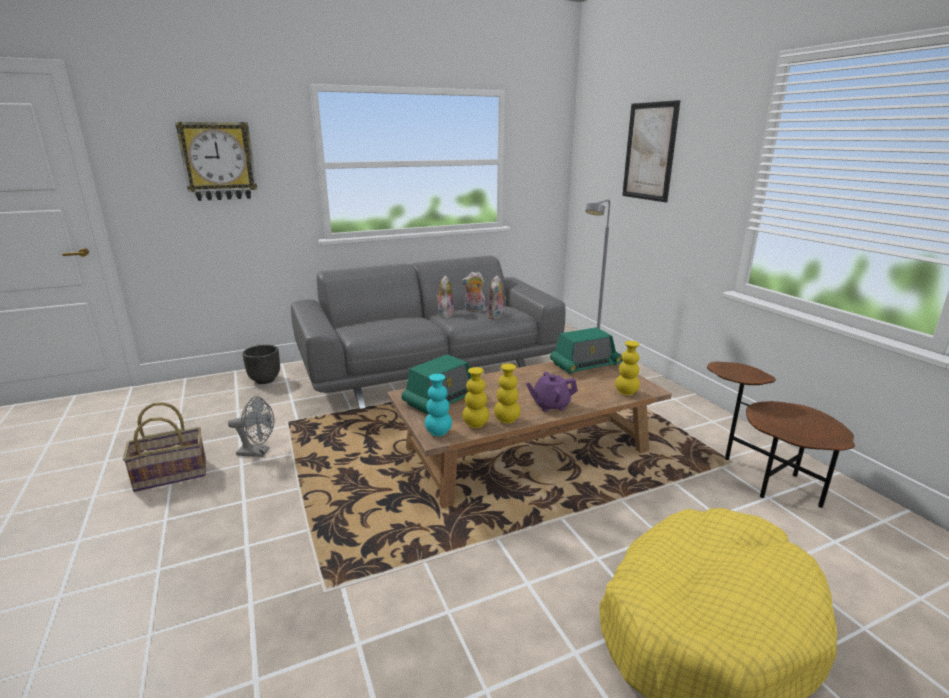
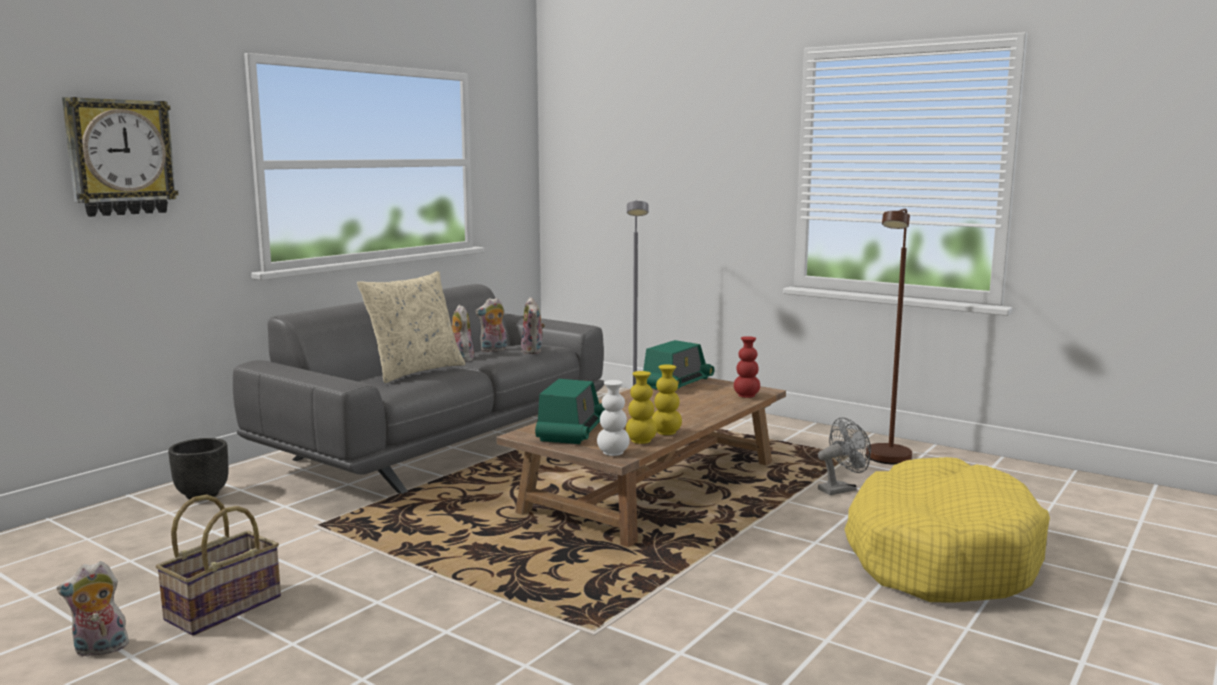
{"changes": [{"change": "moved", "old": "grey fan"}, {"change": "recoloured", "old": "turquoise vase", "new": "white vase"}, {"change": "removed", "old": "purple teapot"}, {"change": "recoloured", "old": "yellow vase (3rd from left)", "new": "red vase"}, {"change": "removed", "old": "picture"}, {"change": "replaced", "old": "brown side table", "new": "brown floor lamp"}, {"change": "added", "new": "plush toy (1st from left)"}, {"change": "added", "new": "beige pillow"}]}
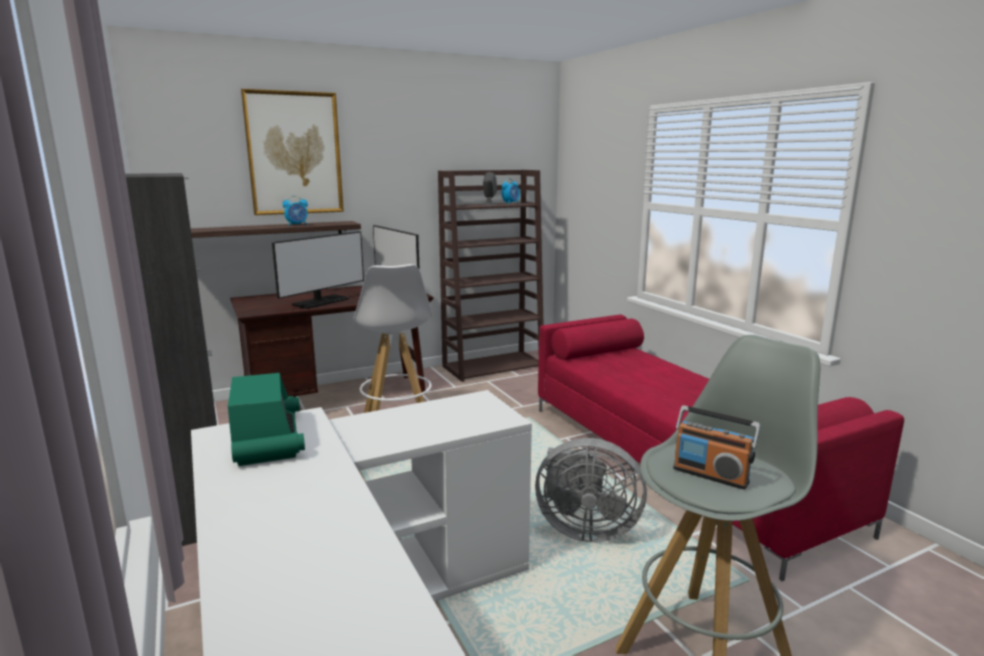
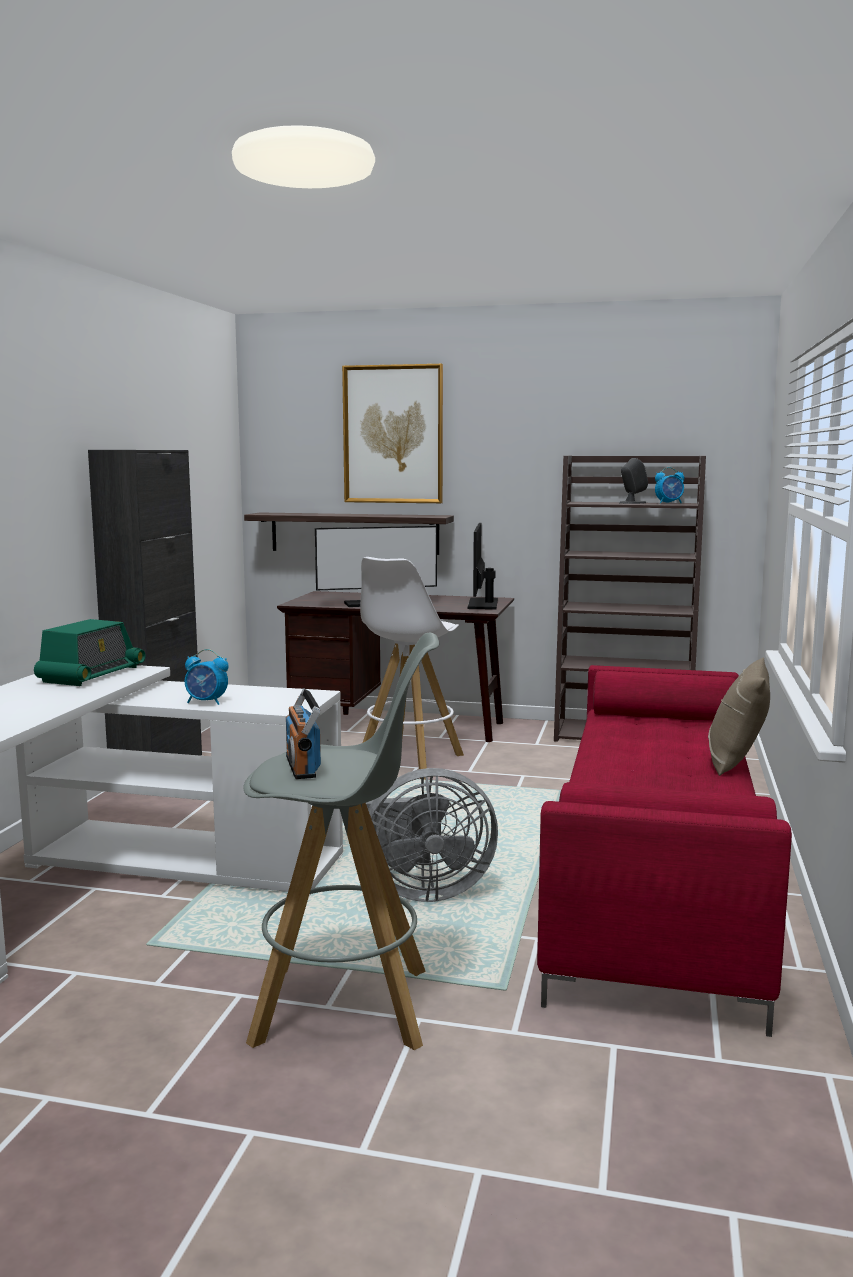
{"changes": [{"change": "moved", "old": "alarm clock (1st from left)"}, {"change": "turned", "old": "grey fan", "degrees": -60}, {"change": "added", "new": "beige pillow"}]}
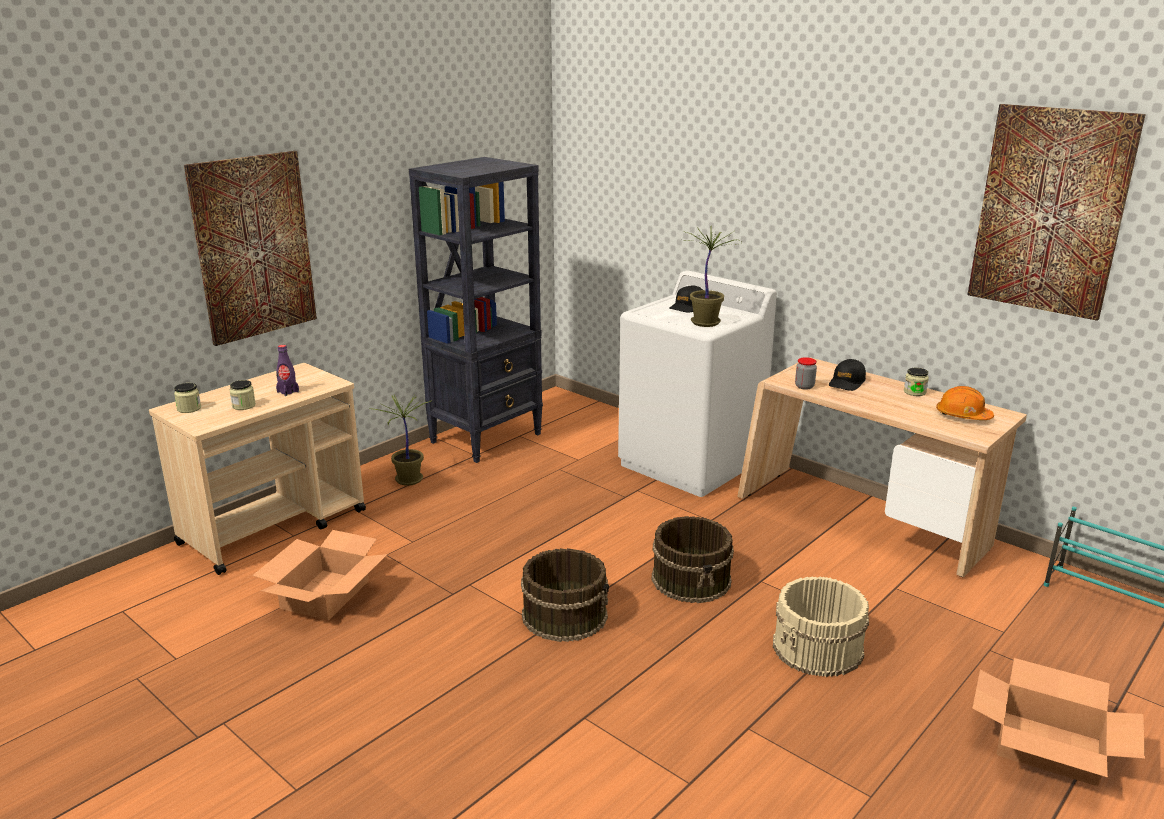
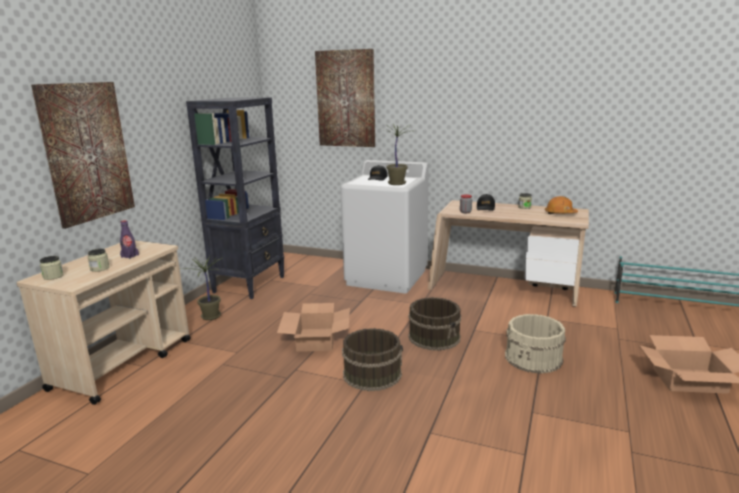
{"changes": [{"change": "moved", "old": "cardboard box (1st from left)"}, {"change": "moved", "old": "picture (2nd from left)"}]}
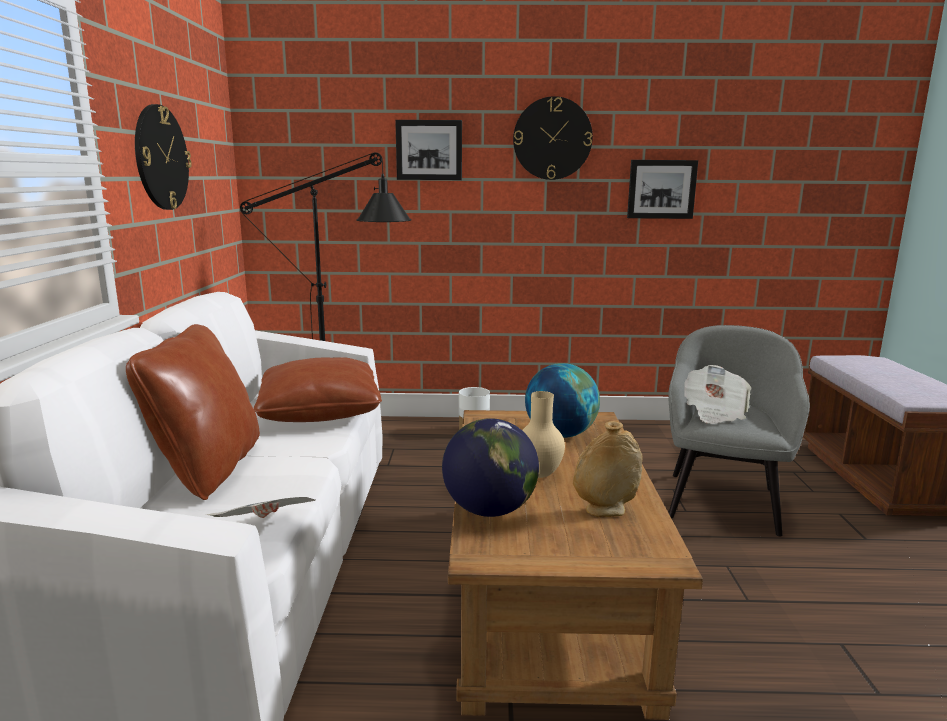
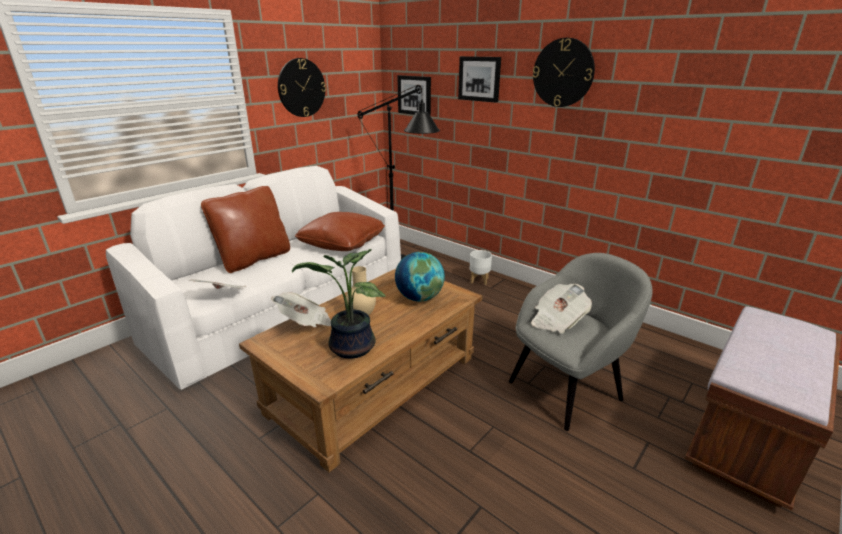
{"changes": [{"change": "replaced", "old": "globe (1st from left)", "new": "newspaper (2nd from left)"}, {"change": "replaced", "old": "beige vase (2nd from left)", "new": "potted plant"}, {"change": "moved", "old": "picture (2nd from left in the first image)", "new": "picture (1st from left)"}]}
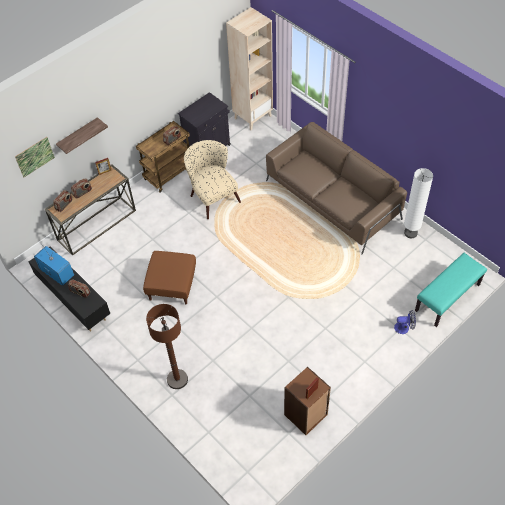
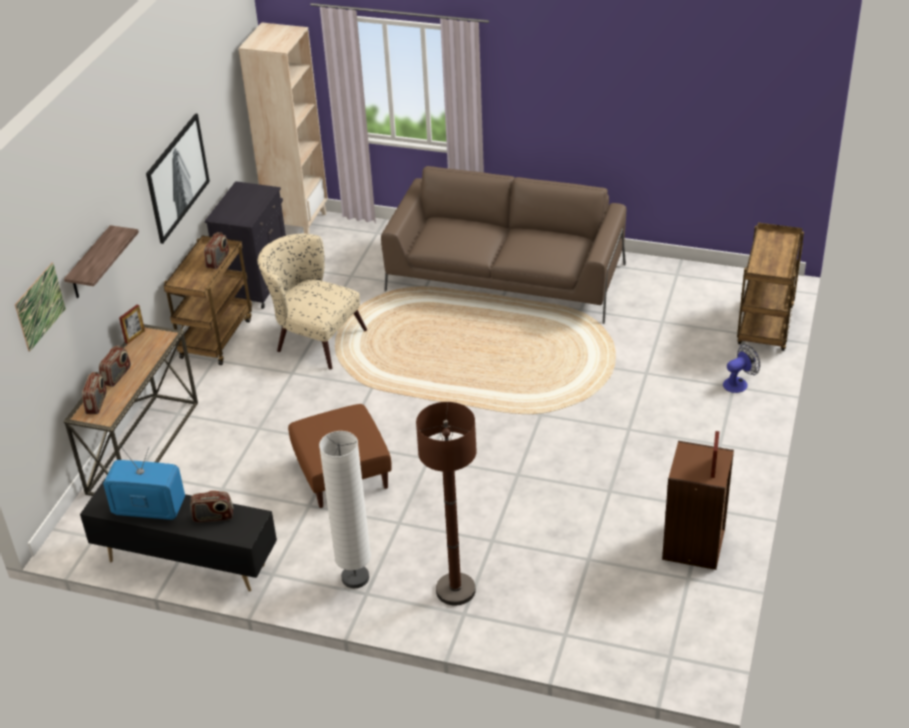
{"changes": [{"change": "moved", "old": "white floor lamp"}, {"change": "replaced", "old": "turquoise bench", "new": "brown cart (2nd from left)"}, {"change": "added", "new": "picture (2nd from left)"}]}
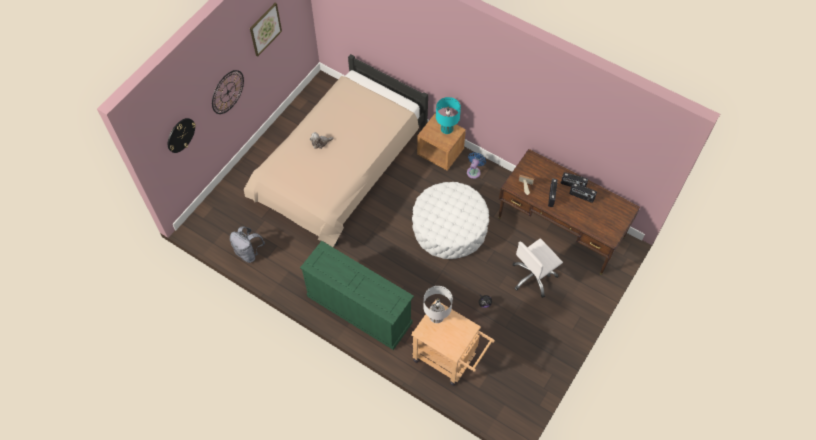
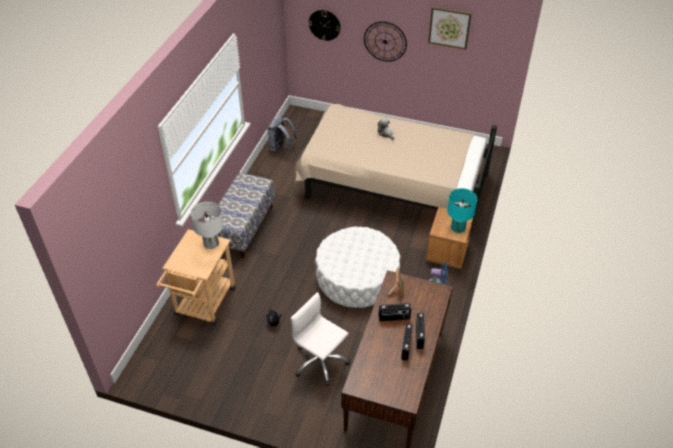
{"changes": [{"change": "replaced", "old": "green dresser", "new": "bench"}]}
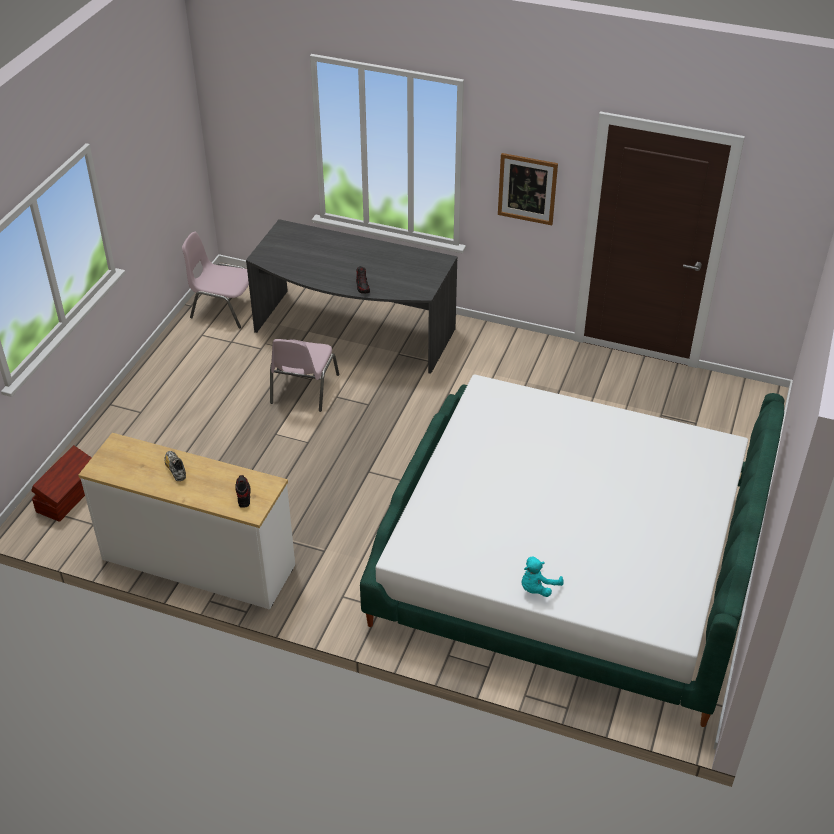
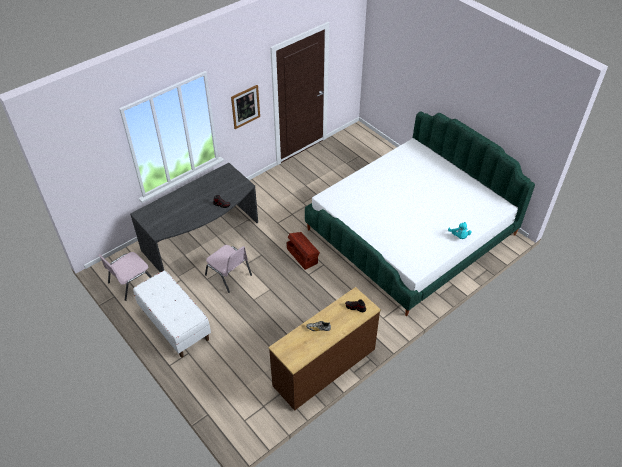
{"changes": [{"change": "moved", "old": "brown storage box"}, {"change": "recoloured", "old": "white dresser", "new": "brown dresser"}, {"change": "added", "new": "white bench"}]}
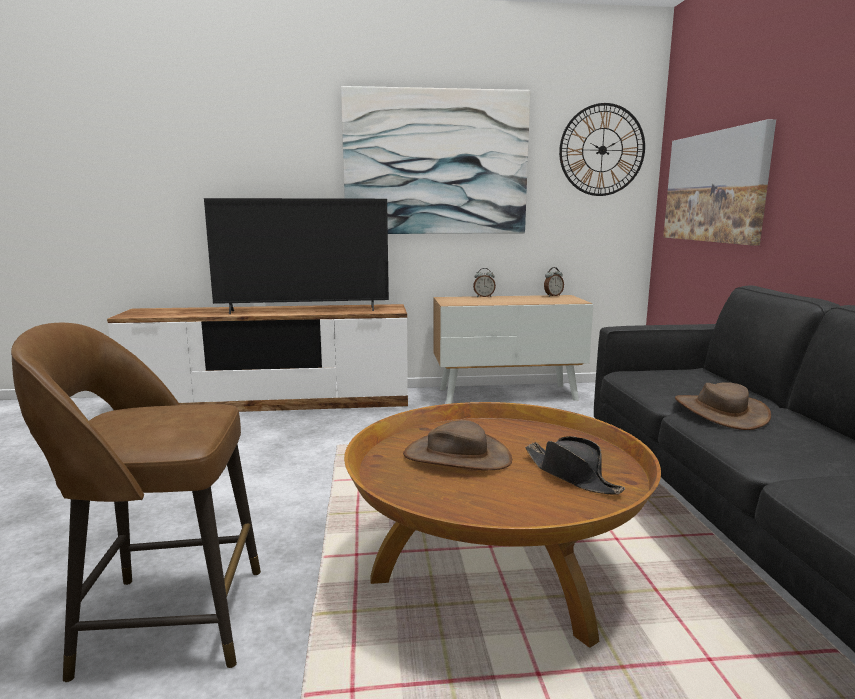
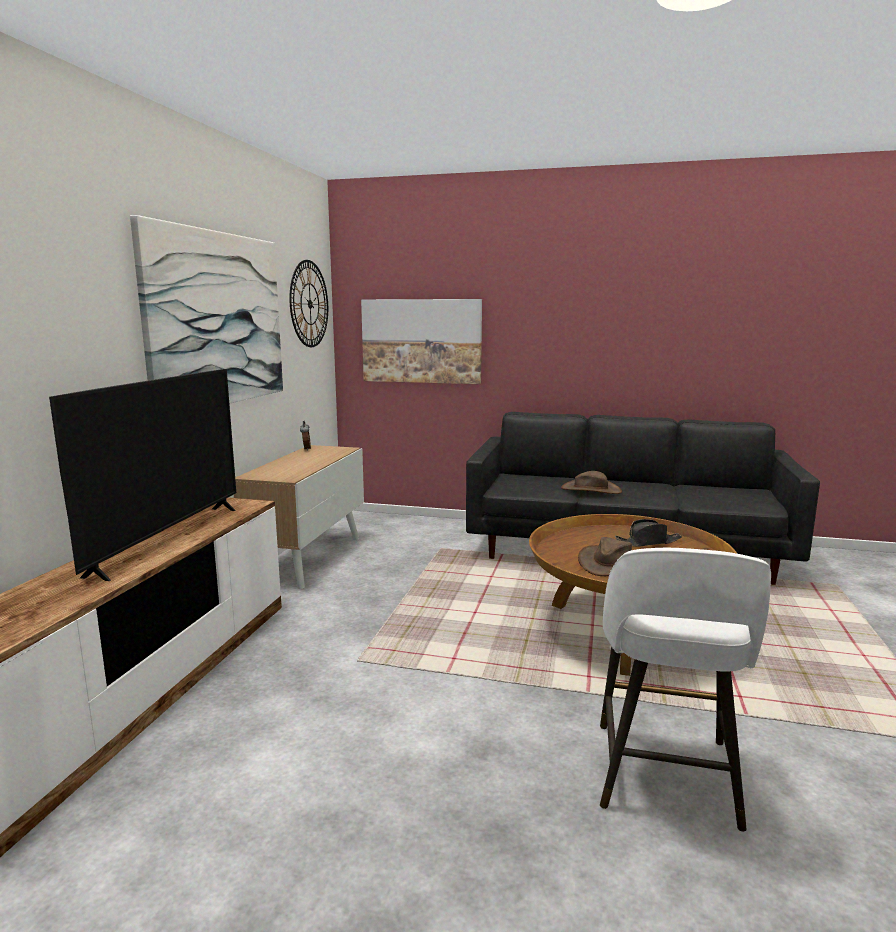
{"changes": [{"change": "recoloured", "old": "brown stool", "new": "white stool"}, {"change": "removed", "old": "alarm clock (1st from left)"}]}
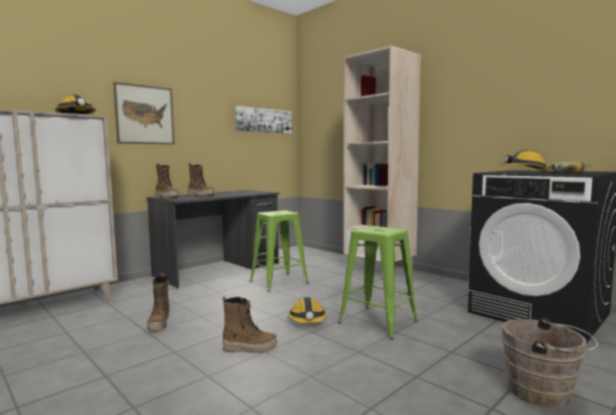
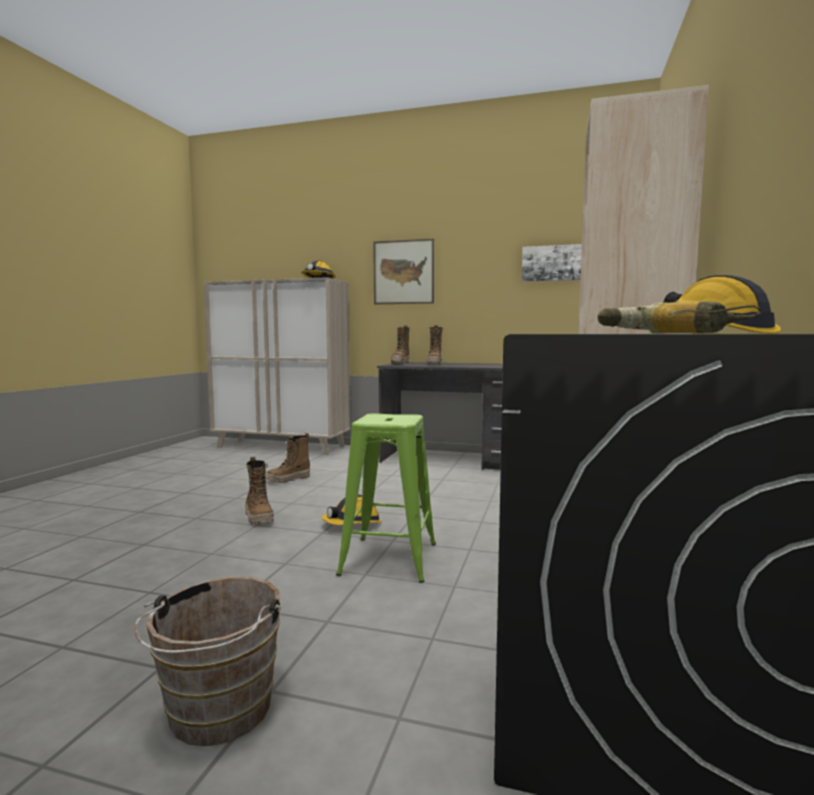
{"changes": [{"change": "removed", "old": "green stool (1st from left)"}]}
